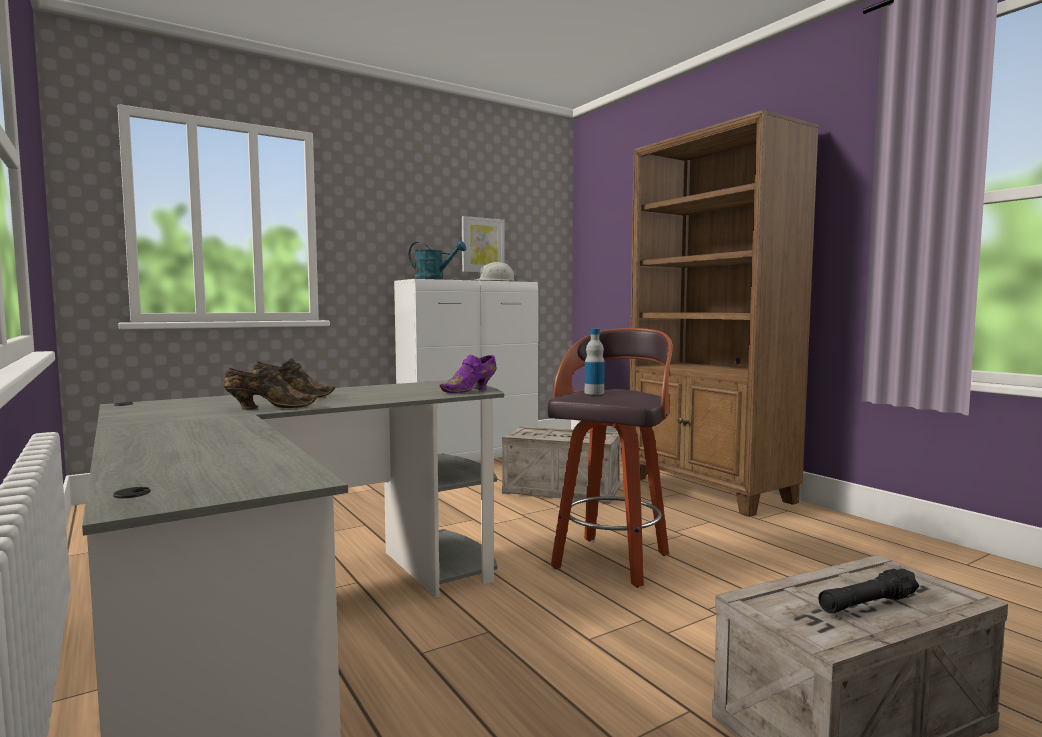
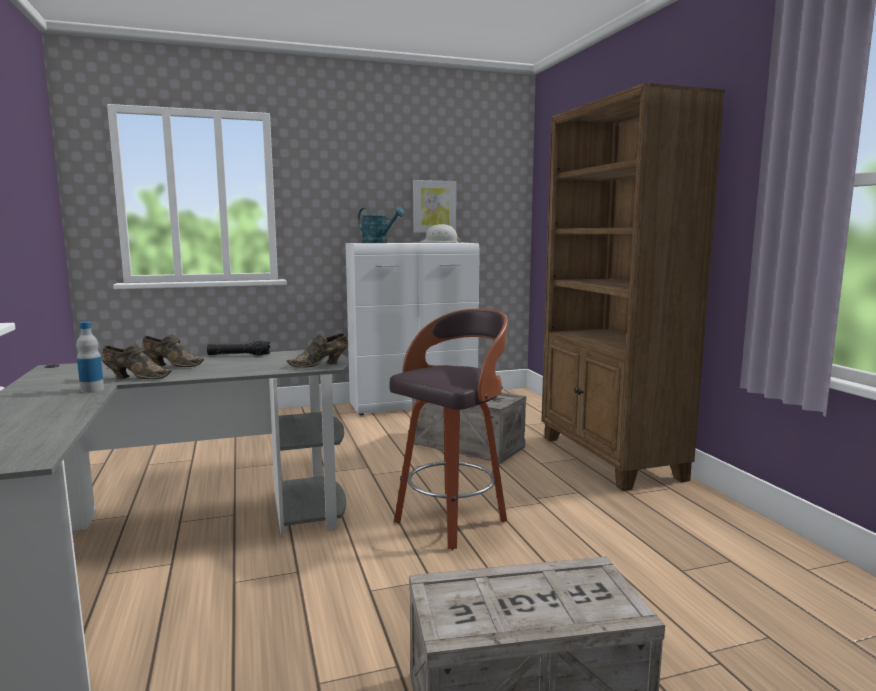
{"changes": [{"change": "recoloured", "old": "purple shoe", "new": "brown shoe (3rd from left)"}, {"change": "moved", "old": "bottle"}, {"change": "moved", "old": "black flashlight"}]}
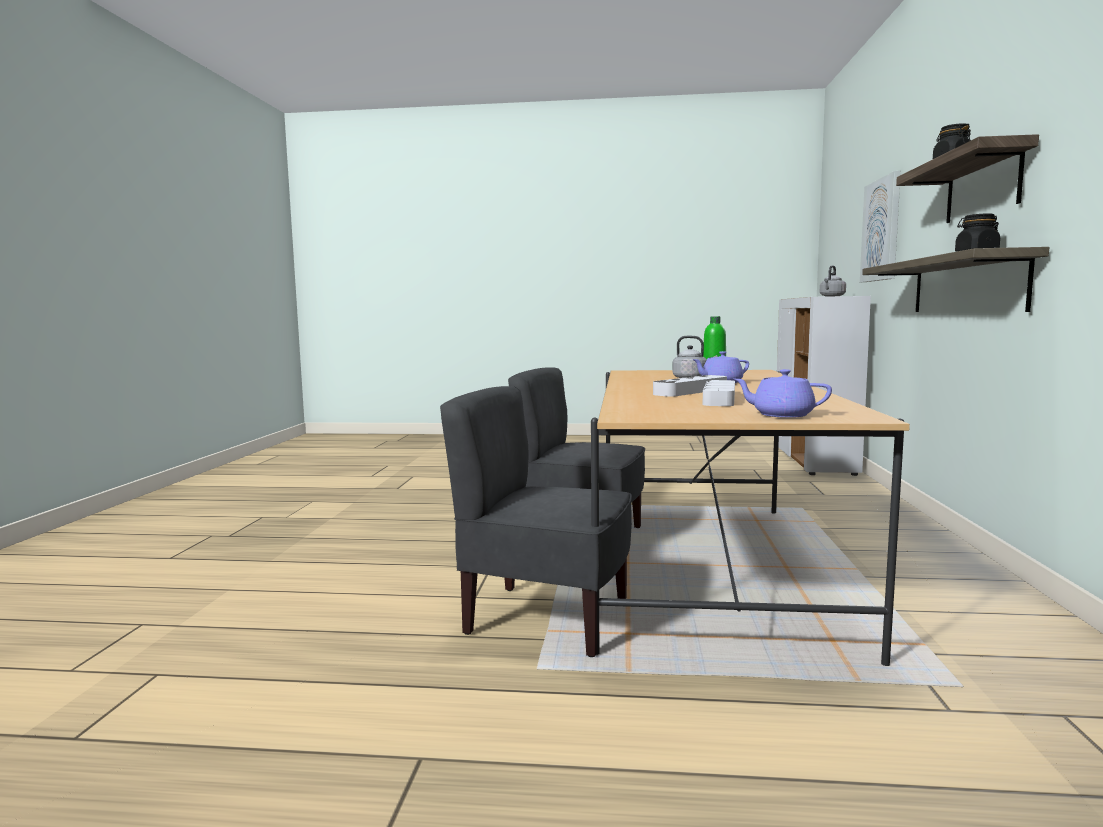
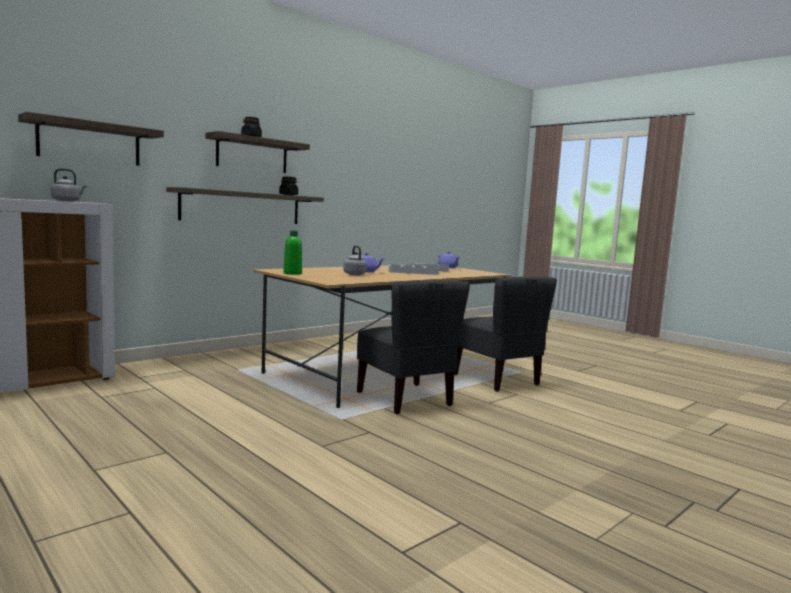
{"changes": [{"change": "replaced", "old": "picture", "new": "shelf (1st from left)"}]}
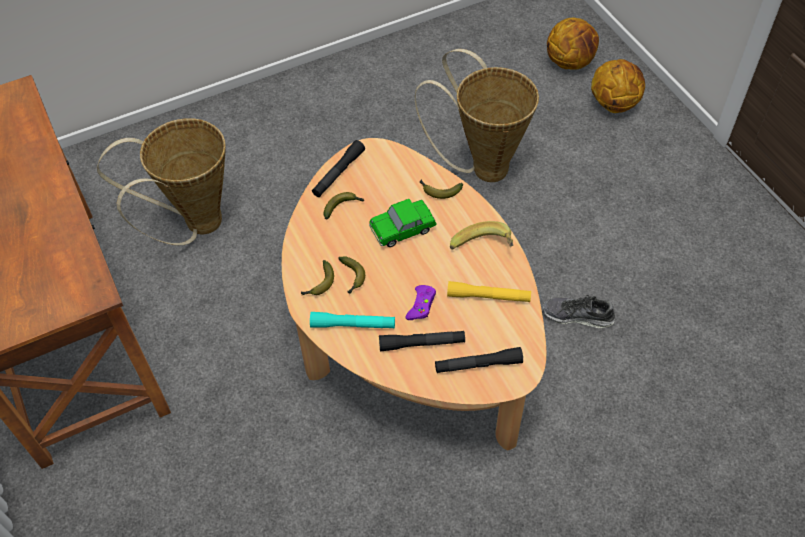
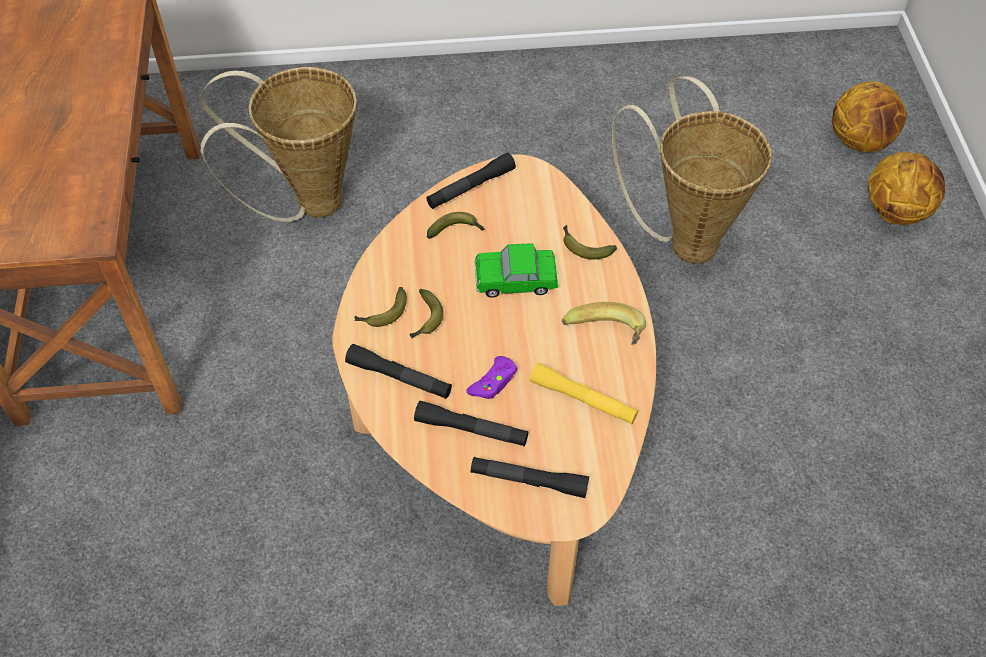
{"changes": [{"change": "recoloured", "old": "turquoise flashlight", "new": "black flashlight (1st from left)"}, {"change": "removed", "old": "shoe"}]}
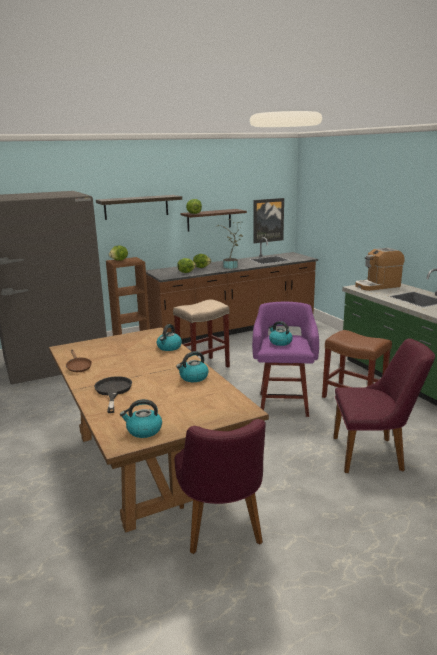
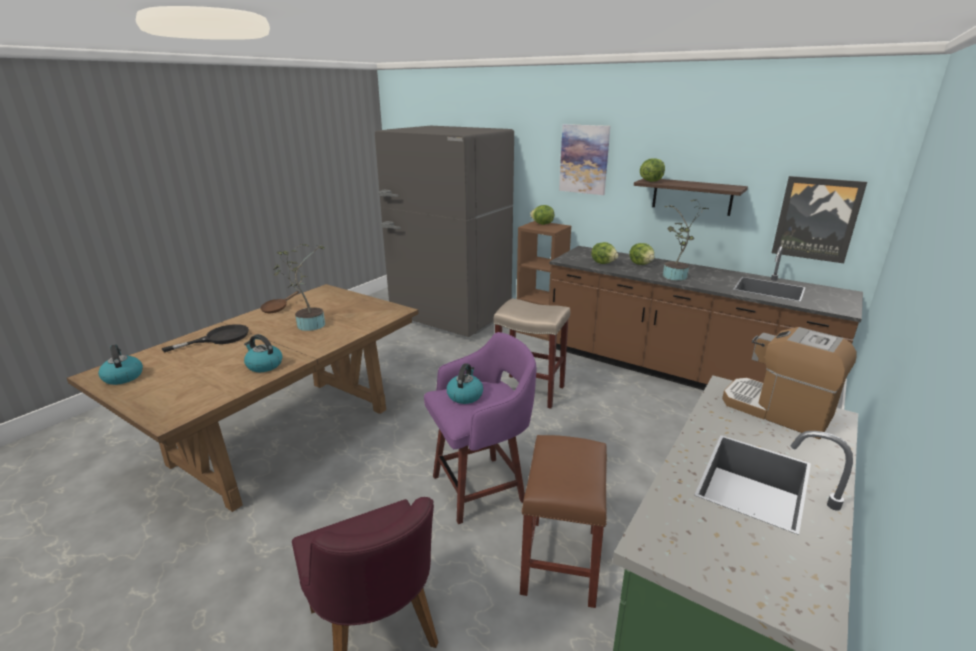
{"changes": [{"change": "replaced", "old": "shelf (1st from left)", "new": "picture (1st from left)"}, {"change": "removed", "old": "kettle (2nd from left)"}, {"change": "removed", "old": "purple chair (1st from left)"}, {"change": "added", "new": "potted plant (1st from left)"}]}
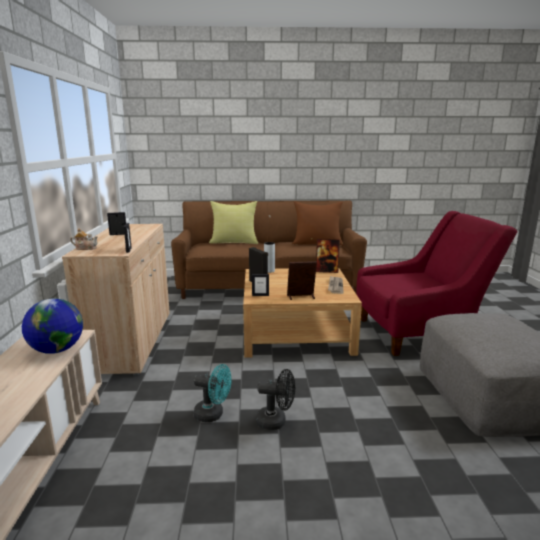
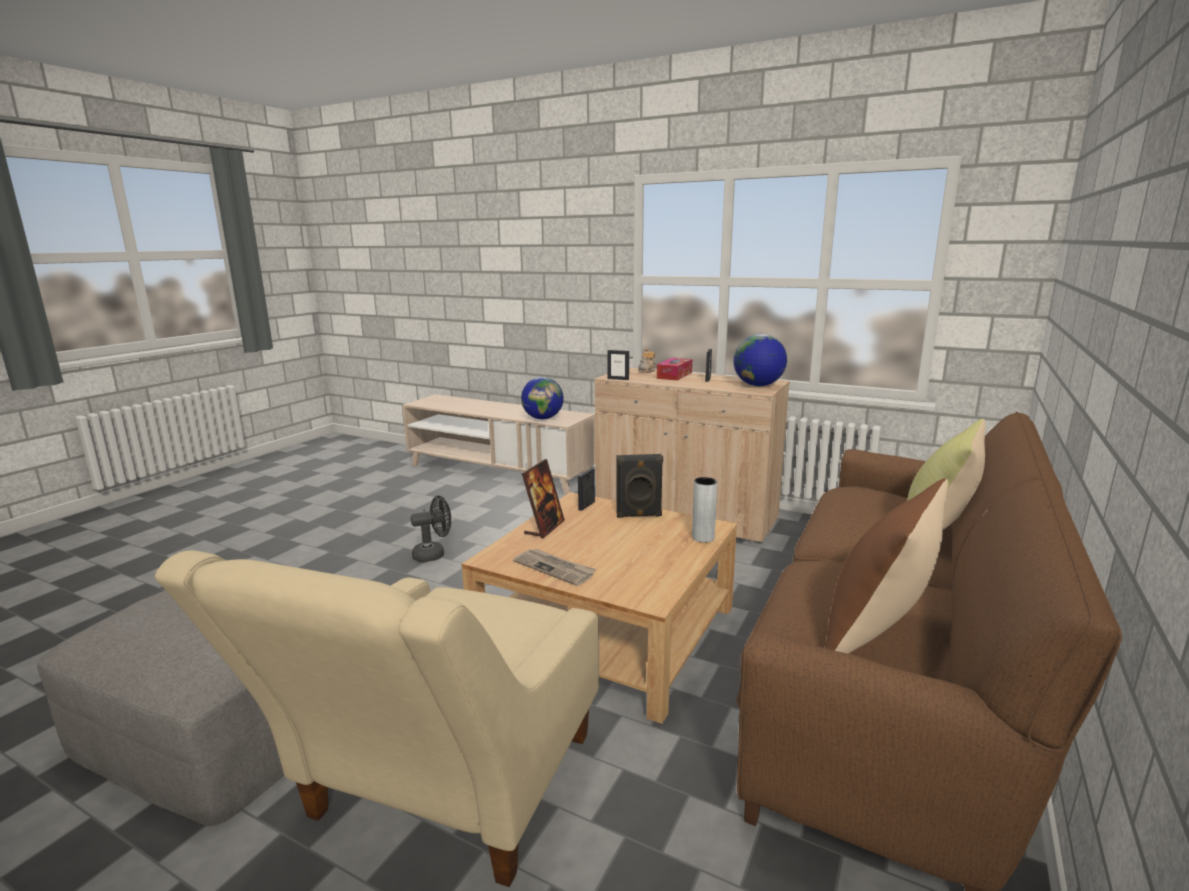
{"changes": [{"change": "removed", "old": "turquoise fan"}, {"change": "turned", "old": "black fan", "degrees": -150}, {"change": "removed", "old": "picture frame (5th from left)"}, {"change": "recoloured", "old": "red armchair", "new": "beige armchair"}, {"change": "added", "new": "tissue box"}, {"change": "added", "new": "globe (2nd from left)"}]}
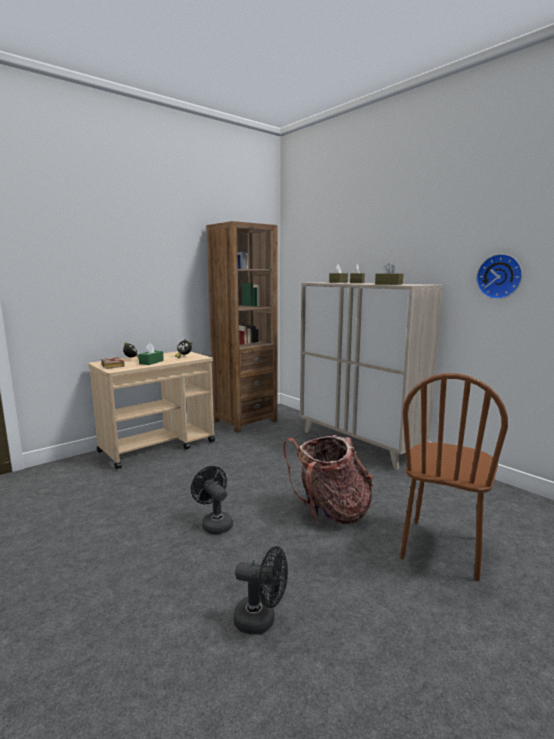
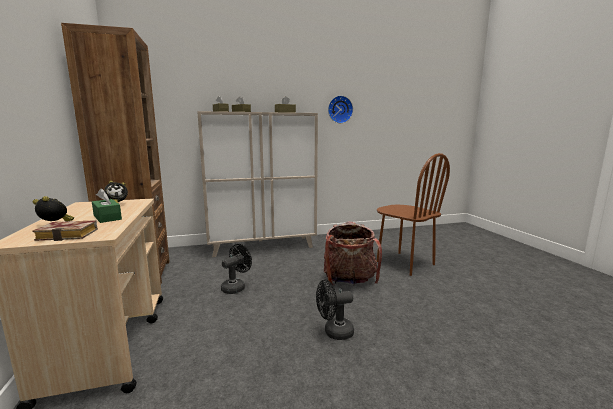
{"changes": [{"change": "moved", "old": "black fan (2nd from left in the first image)", "new": "black fan (1st from left)"}]}
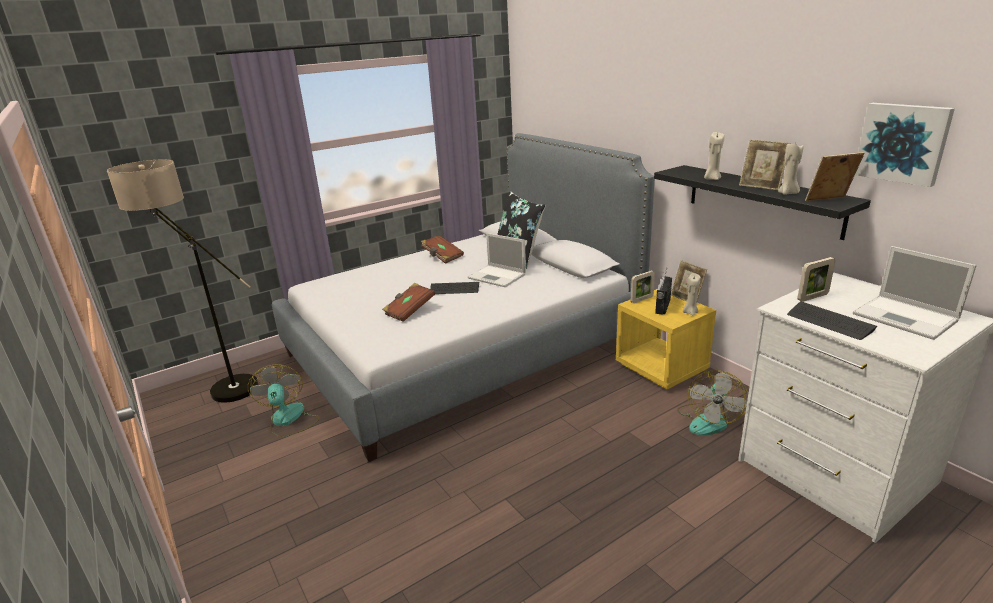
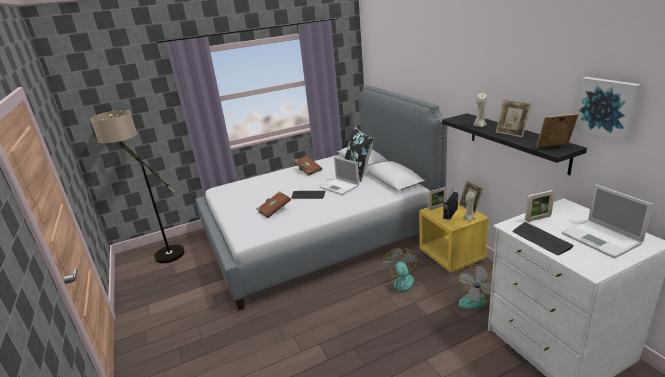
{"changes": [{"change": "moved", "old": "fan (1st from left)"}, {"change": "removed", "old": "beige candle (3rd from left)"}]}
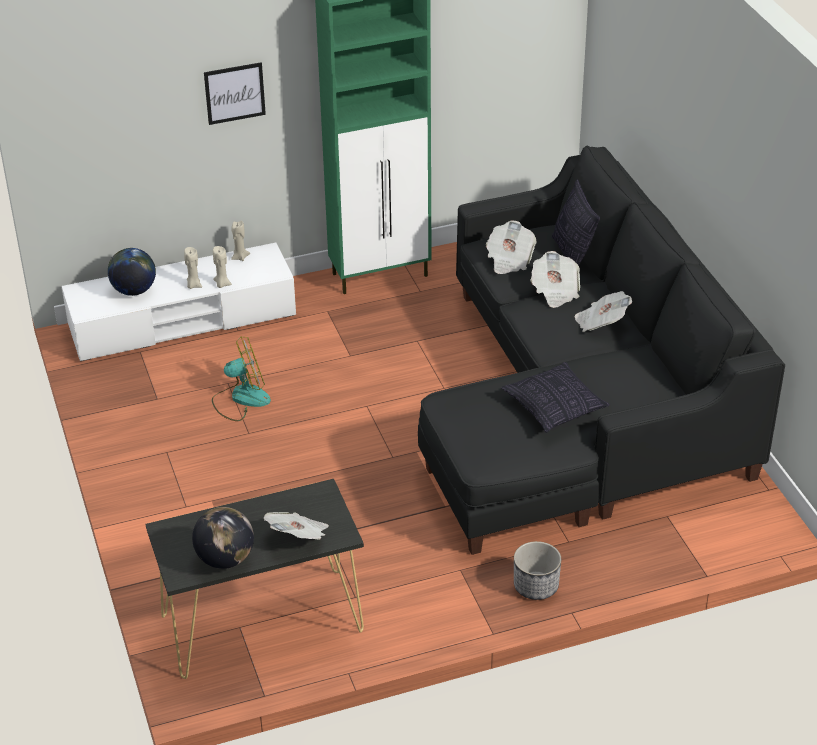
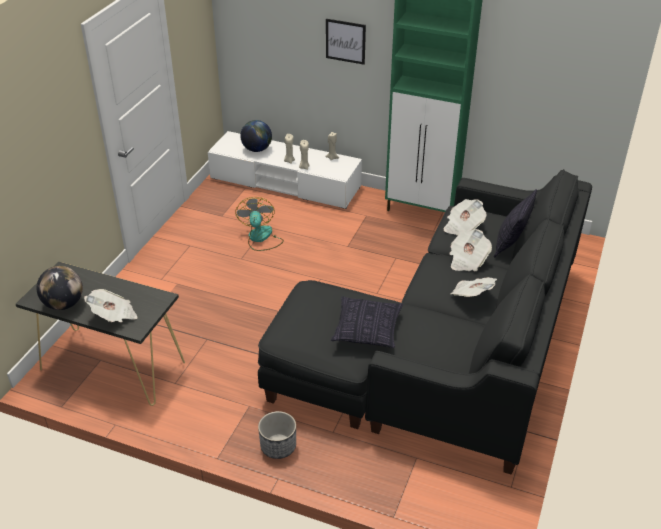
{"changes": [{"change": "turned", "old": "fan", "degrees": -120}]}
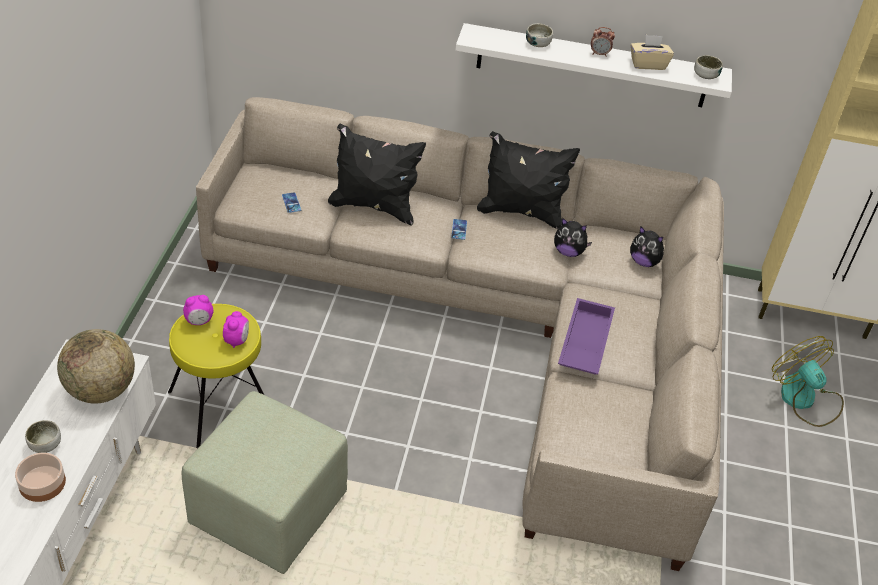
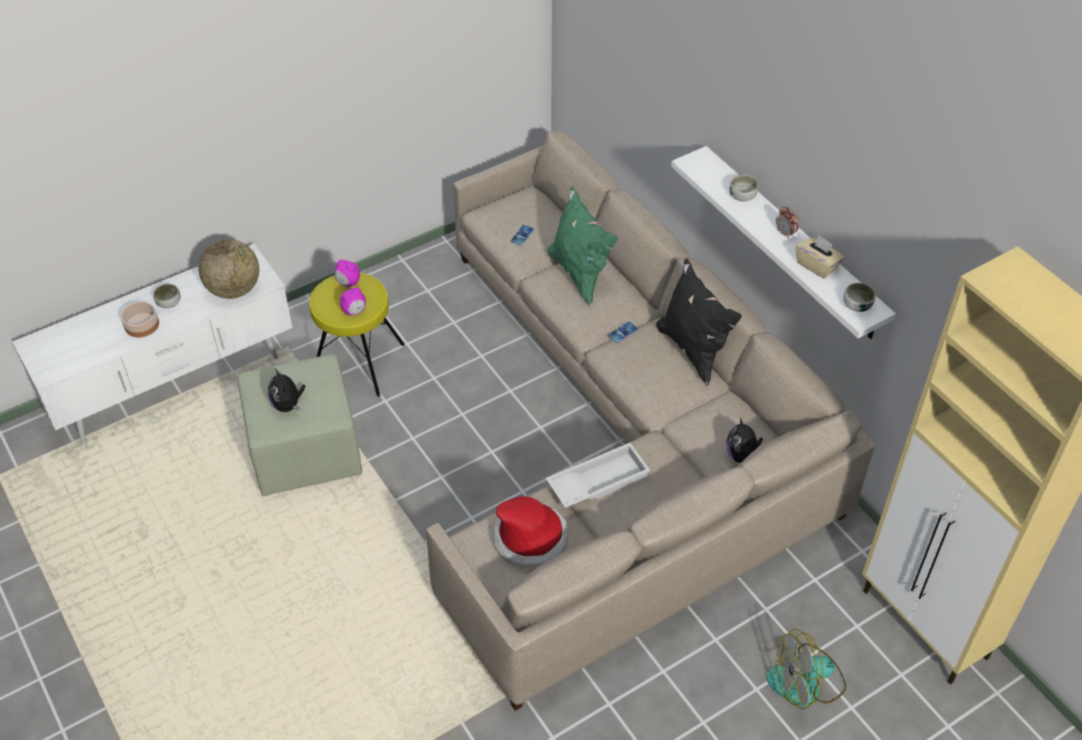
{"changes": [{"change": "recoloured", "old": "black pillow (1st from left)", "new": "green pillow"}, {"change": "moved", "old": "plush toy (1st from left)"}, {"change": "recoloured", "old": "purple tray", "new": "white tray"}, {"change": "turned", "old": "fan", "degrees": -120}, {"change": "added", "new": "hat"}]}
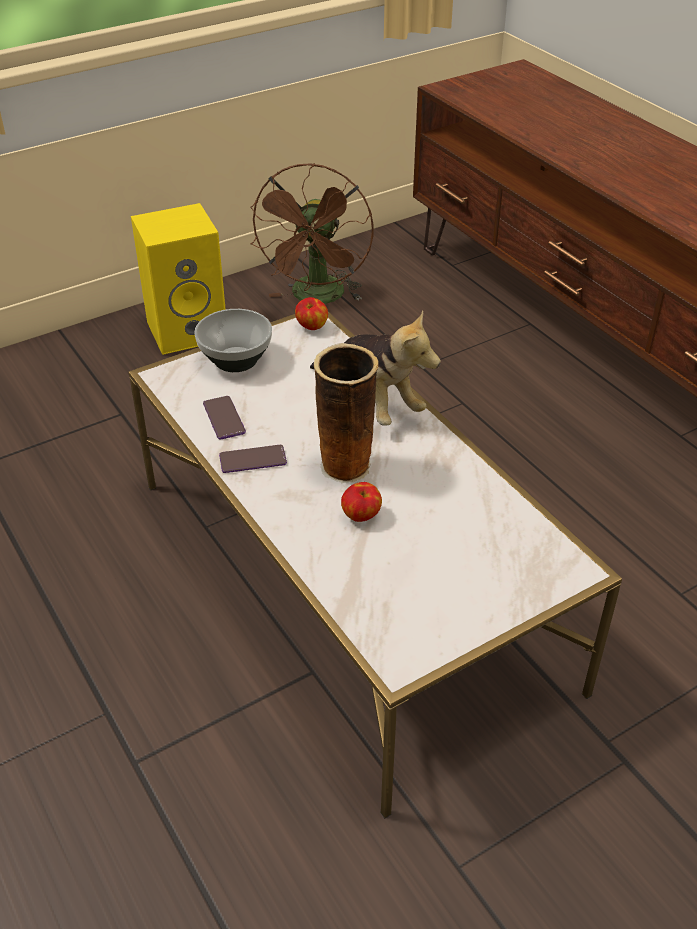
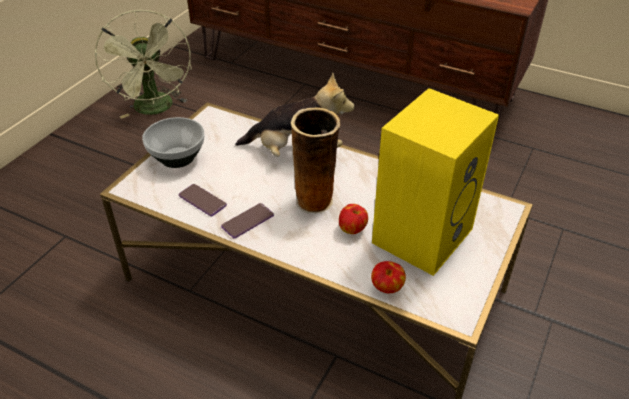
{"changes": [{"change": "moved", "old": "yellow speaker"}, {"change": "recoloured", "old": "brown fan", "new": "green fan"}, {"change": "moved", "old": "apple (1st from left in the first image)", "new": "apple (2nd from left)"}]}
